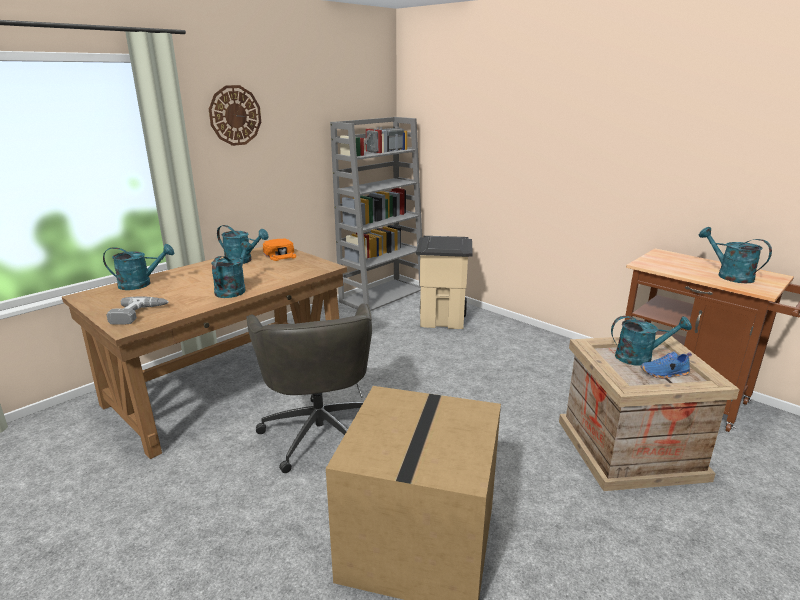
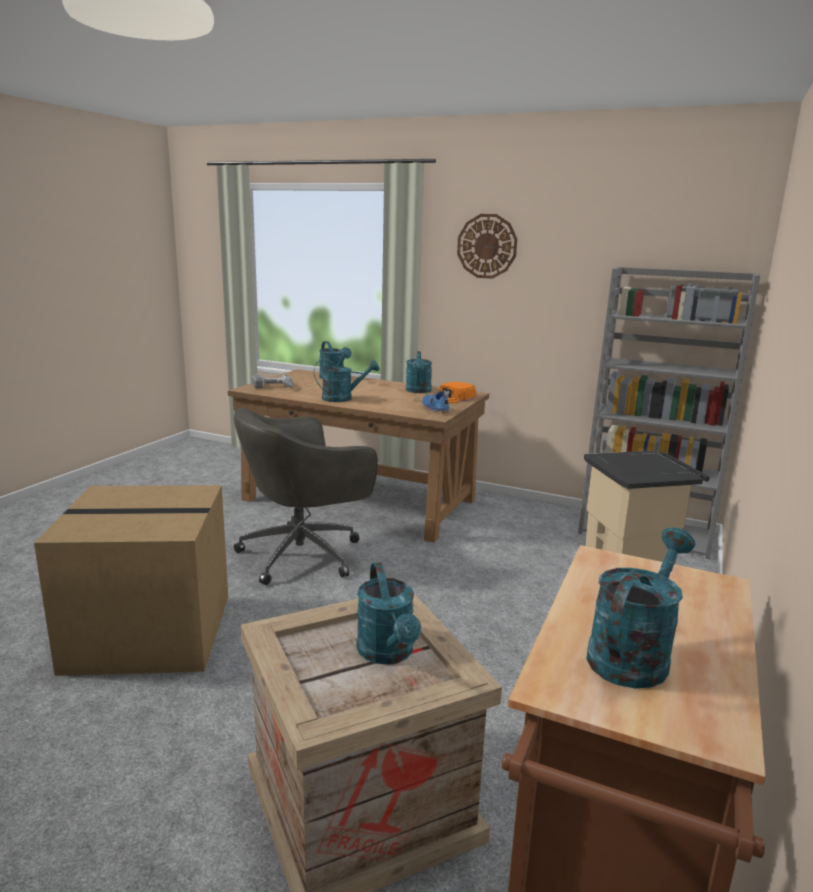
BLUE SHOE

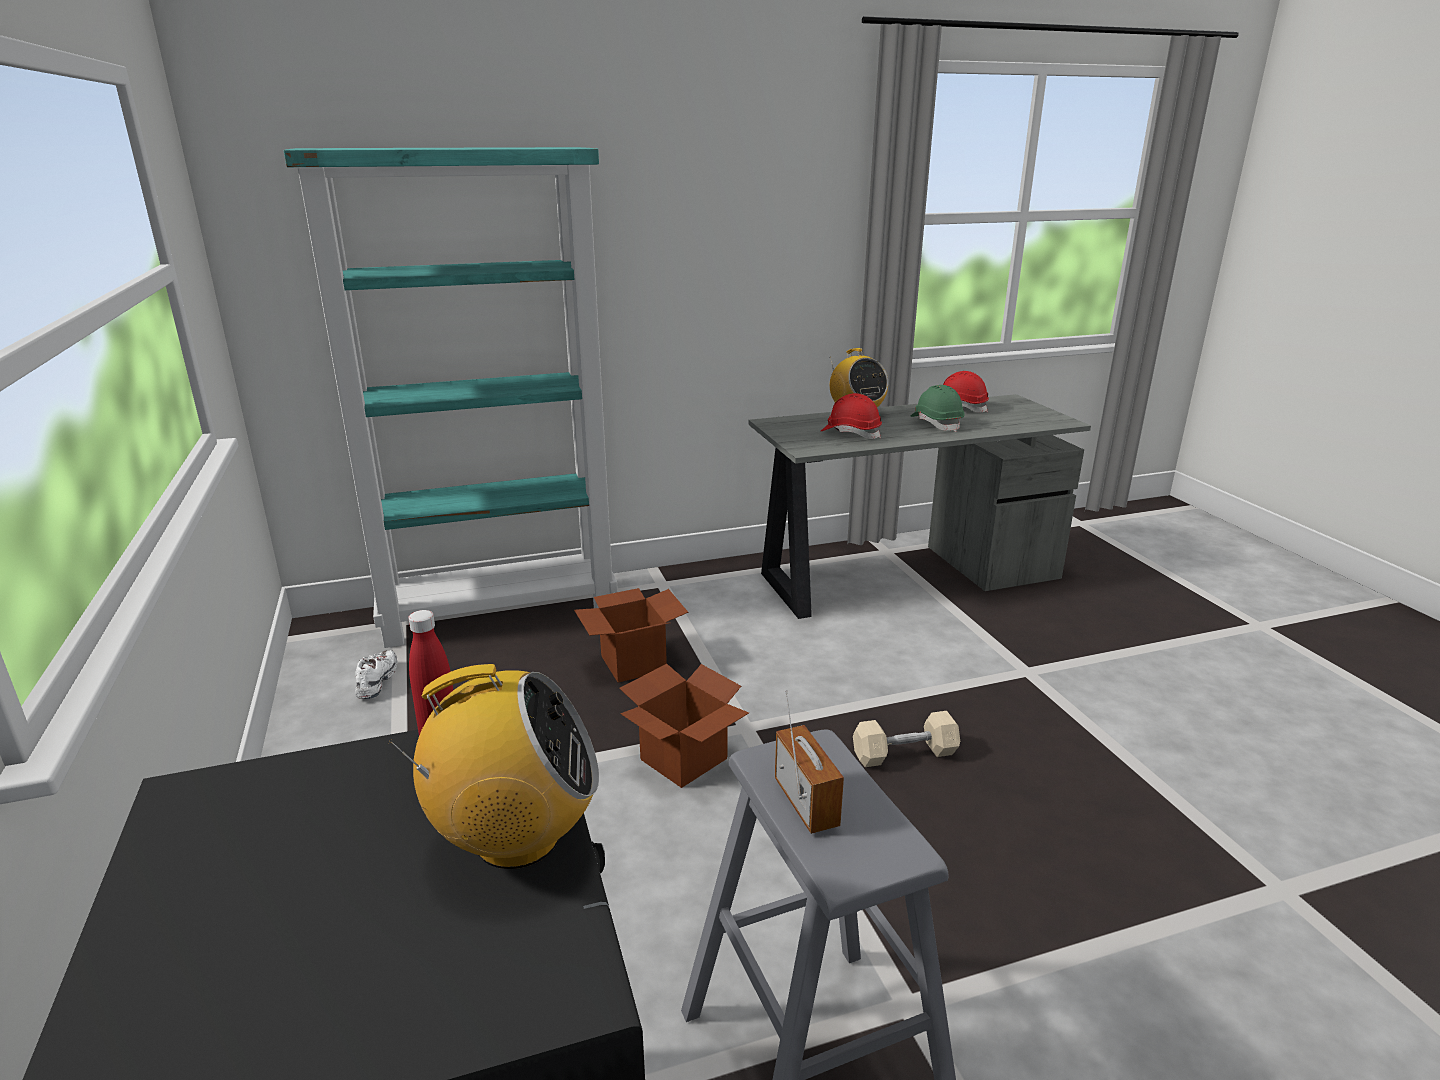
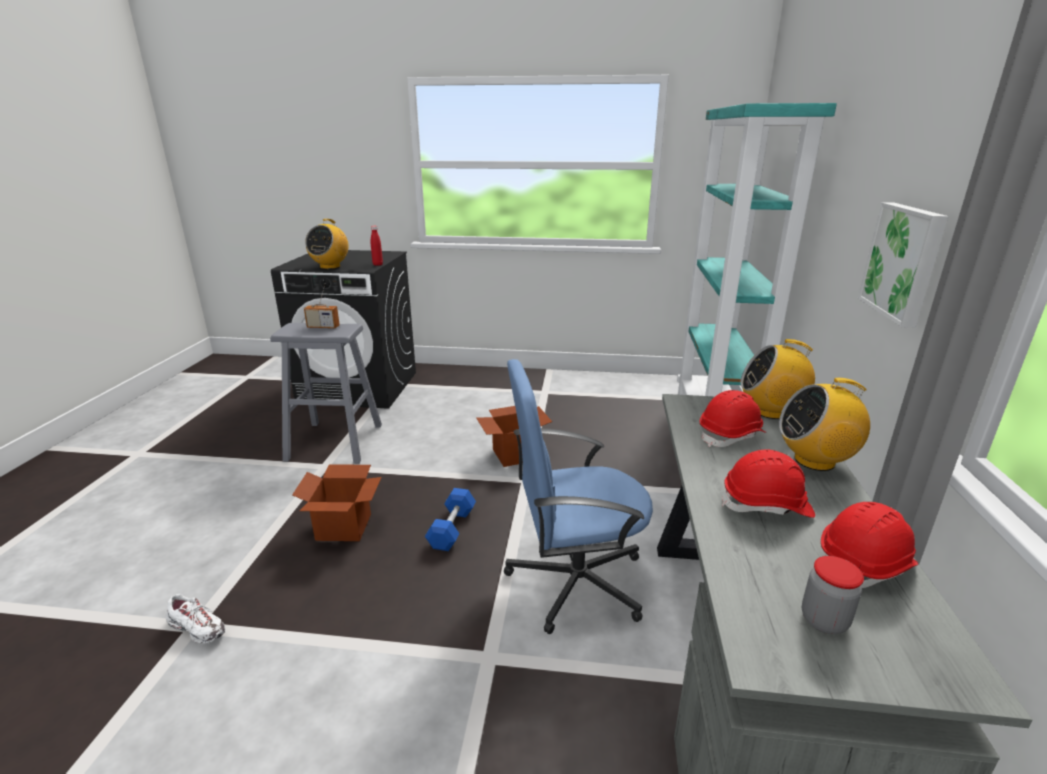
WHITE SHOE
CARDBOARD BOX (1st from left)
BLUE DUMBBELL
BLUE OFFICE CHAIR
RED HARD HAT (2nd from left)
RADIO (3rd from left)
JAR
PICTURE

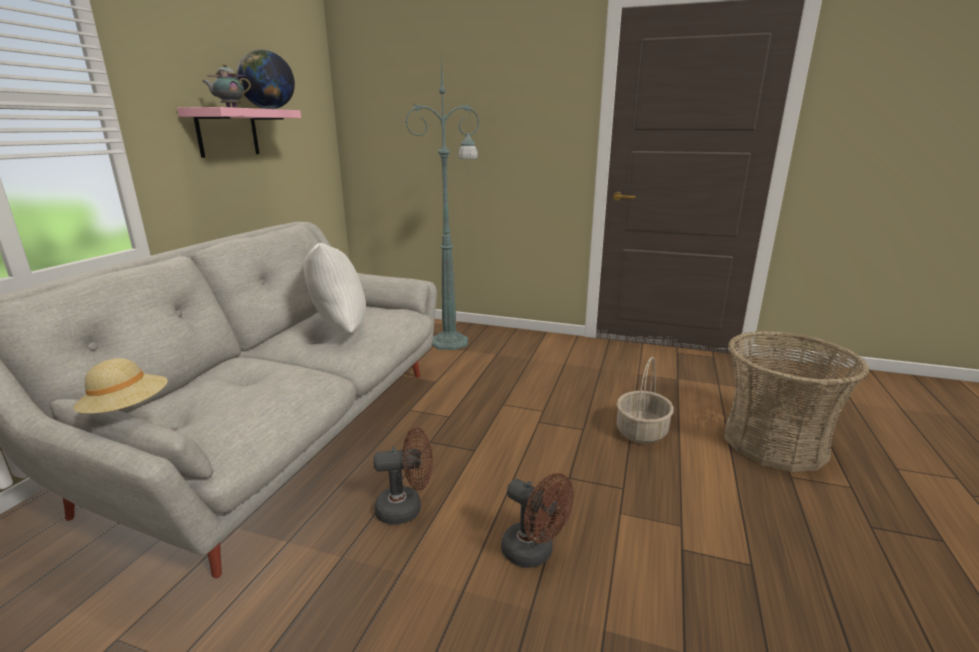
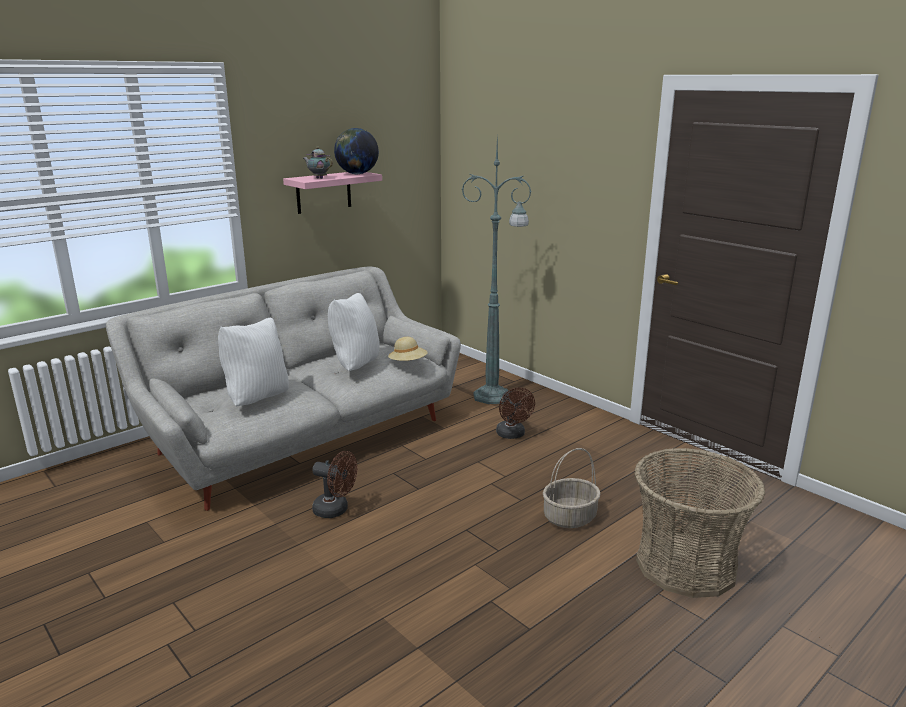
WHITE PILLOW (1st from left)
BEIGE HAT
BROWN FAN (2nd from left)

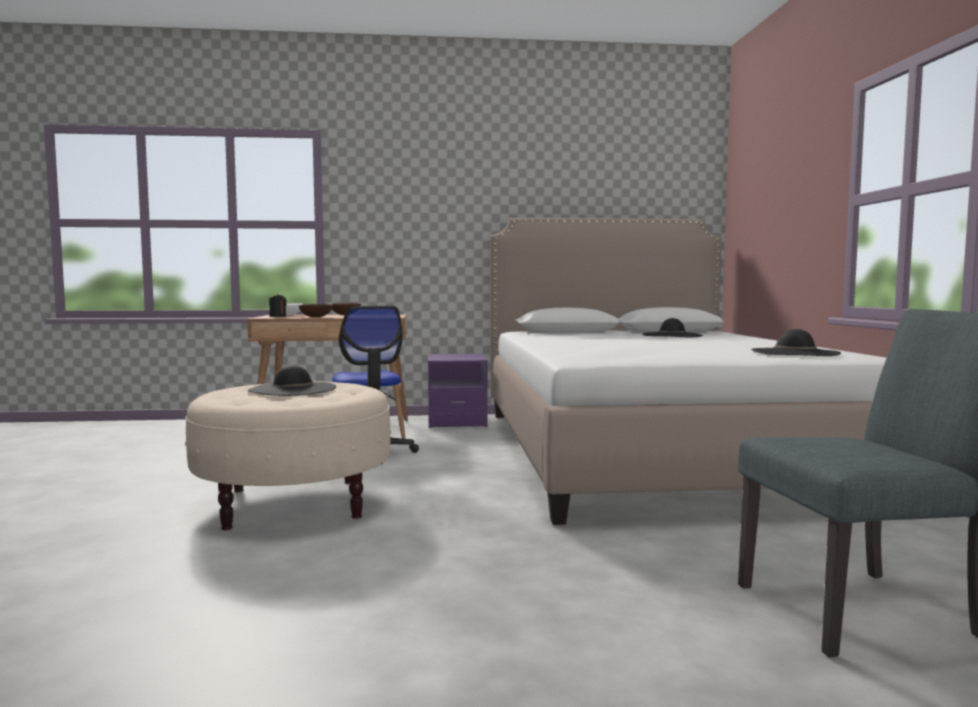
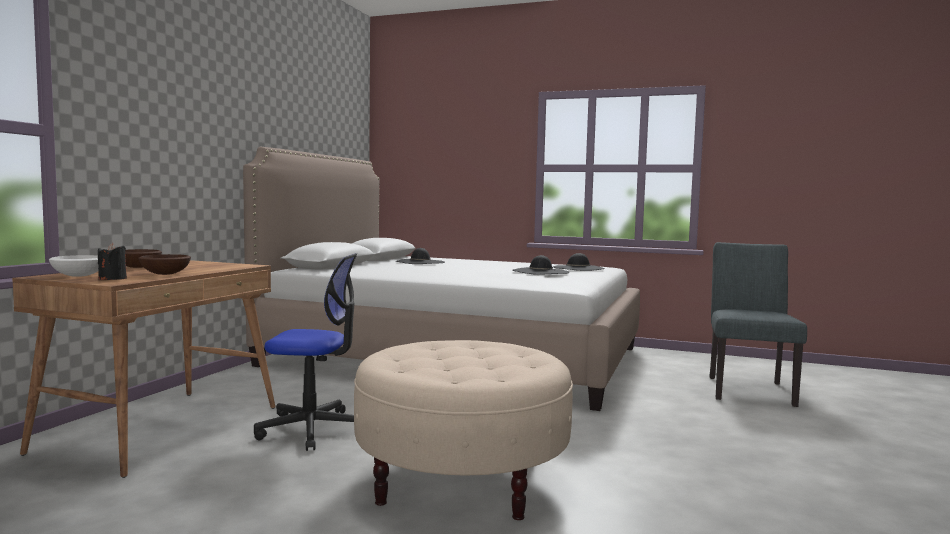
BLACK HAT (2nd from left)
PURPLE NIGHTSTAND

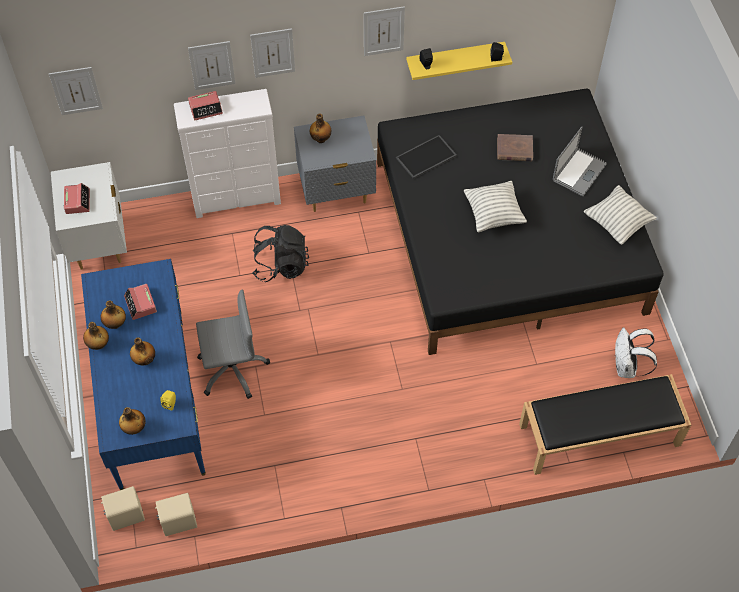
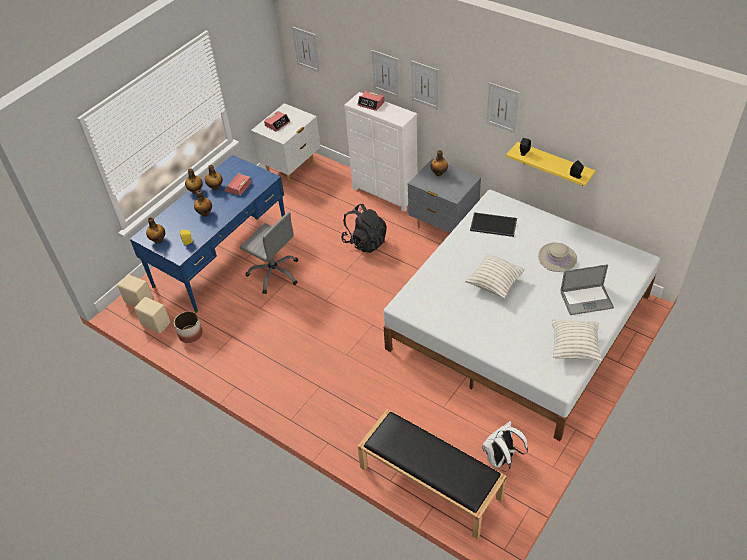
PLANTER
WHITE BED
BEIGE HAT

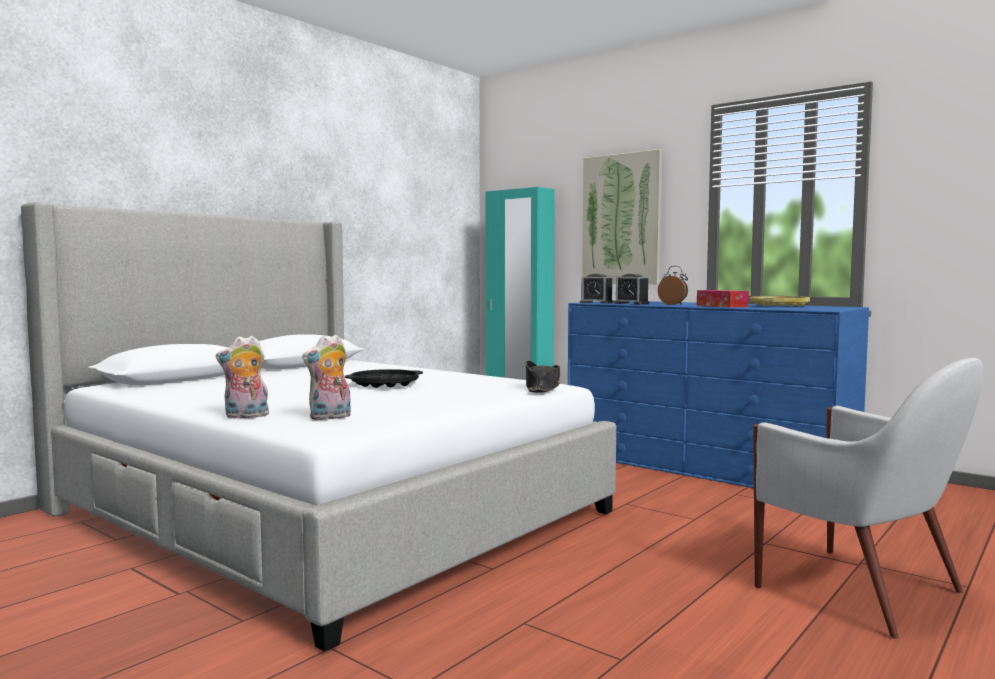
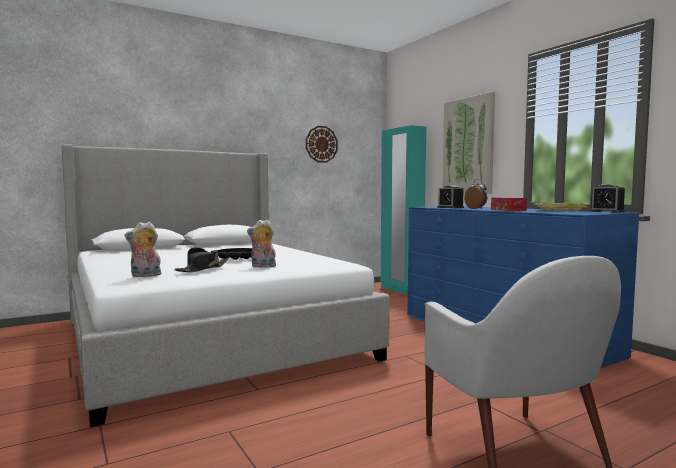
BLACK HAT
PLUSH TOY (2nd from left)
WALL CLOCK
ALARM CLOCK (3rd from left)

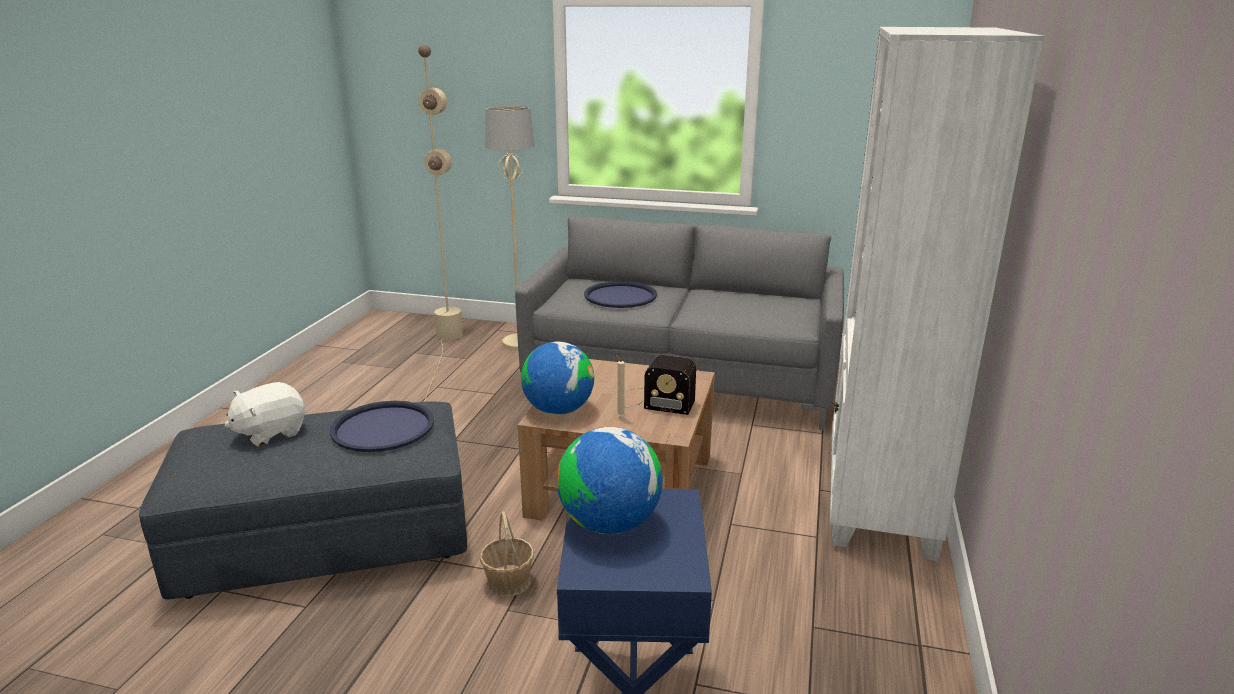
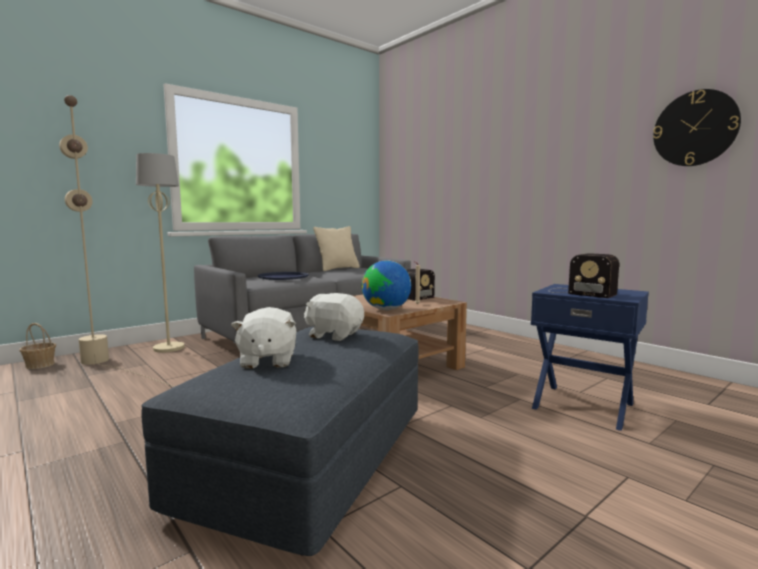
BASKET
WHITE PLUSH TOY (2nd from left)
BEIGE PILLOW
RADIO (2nd from left)
WALL CLOCK
WHITE BOOKCASE

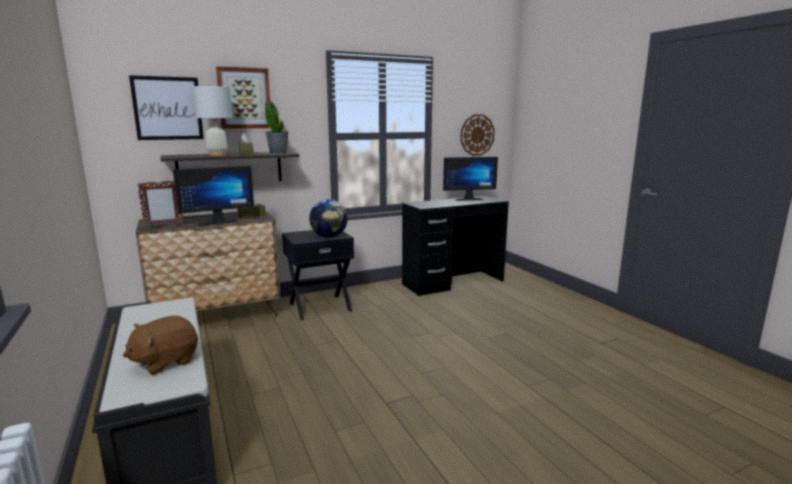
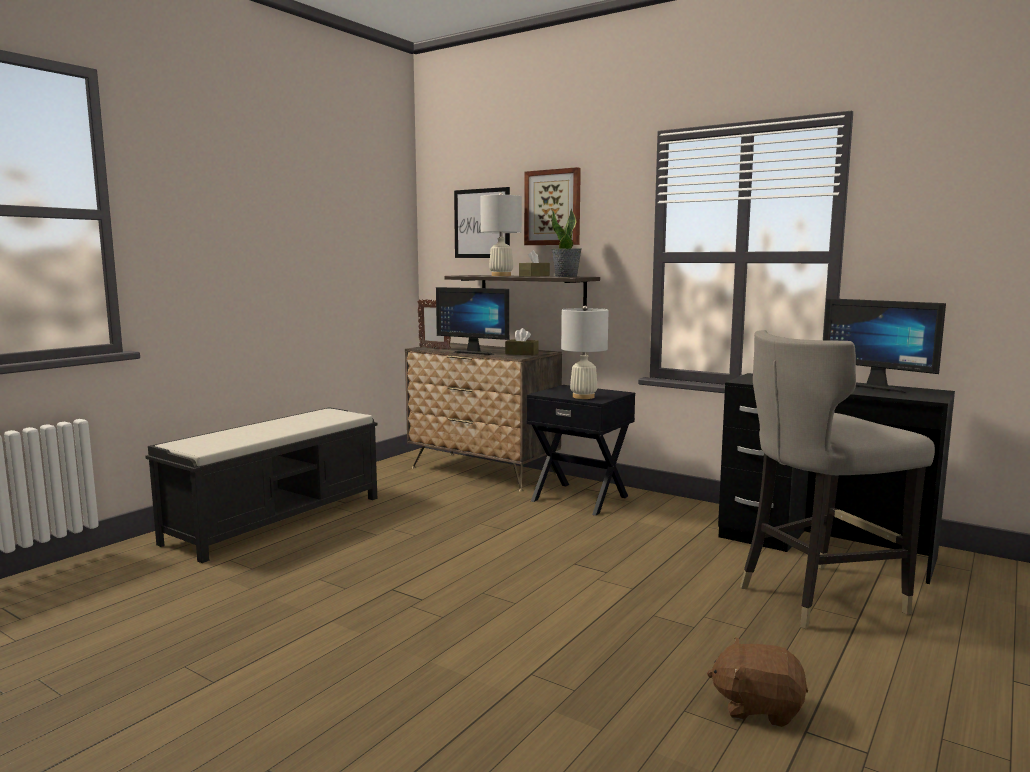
WHITE TABLE LAMP (2nd from left)
BROWN PLUSH TOY
GREY STOOL
WALL CLOCK

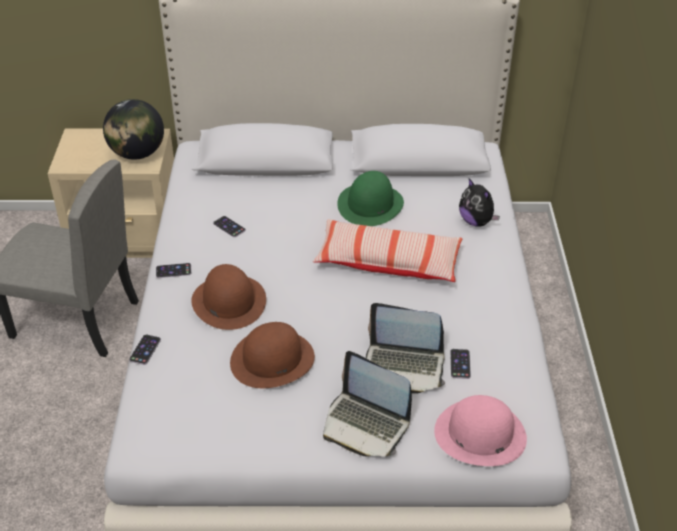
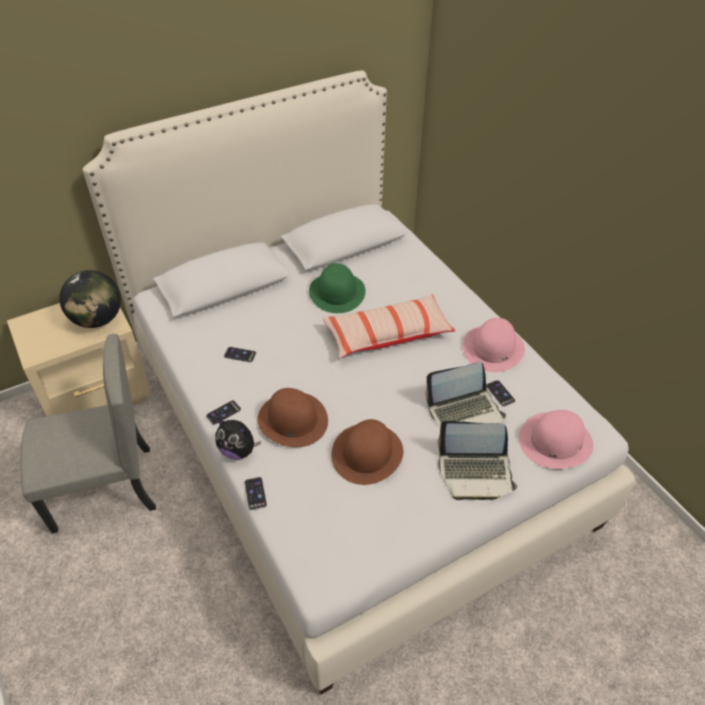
PLUSH TOY
PINK HAT (1st from left)

